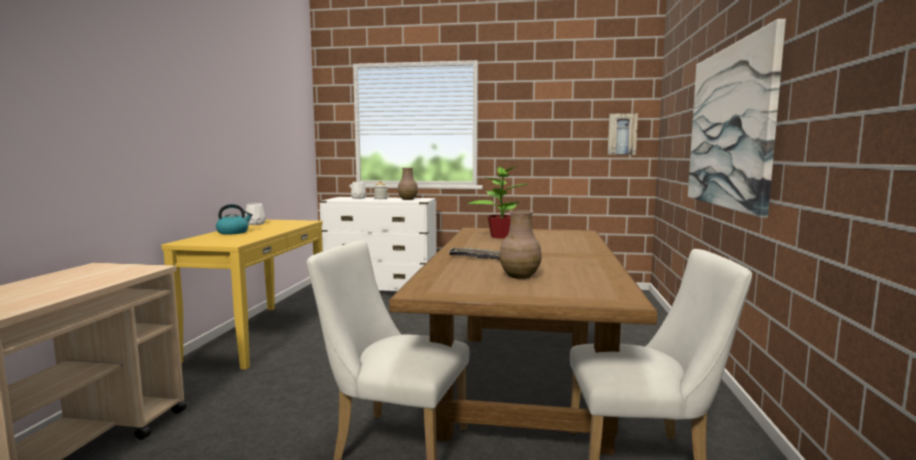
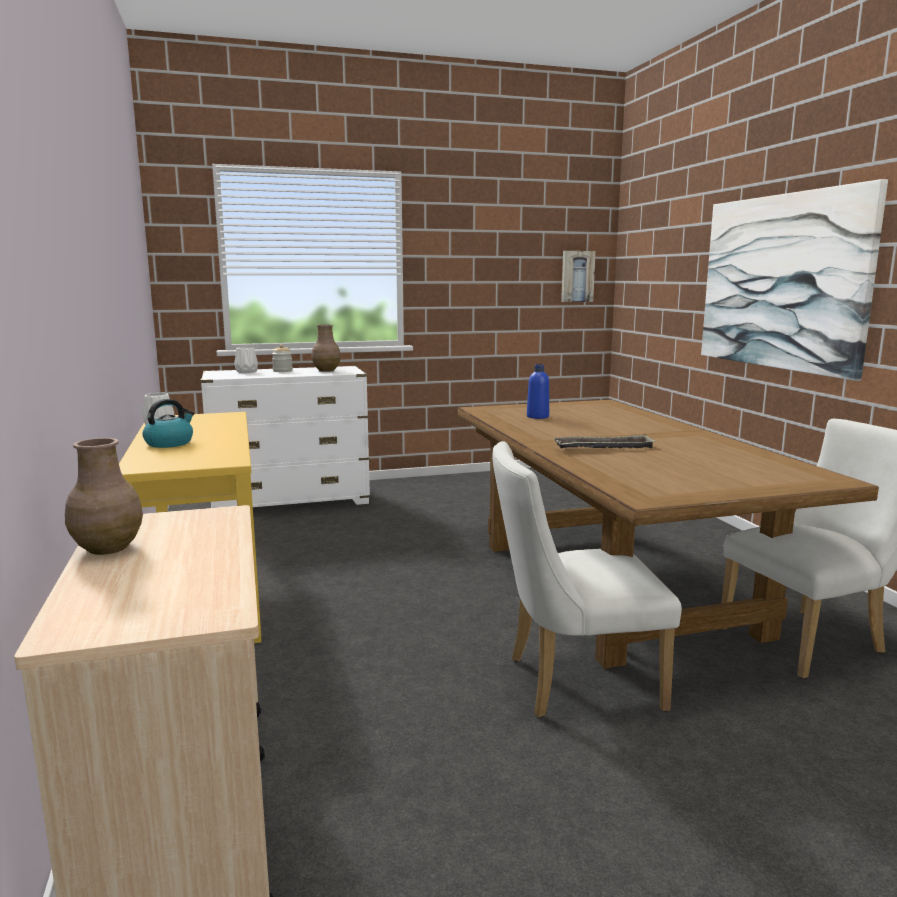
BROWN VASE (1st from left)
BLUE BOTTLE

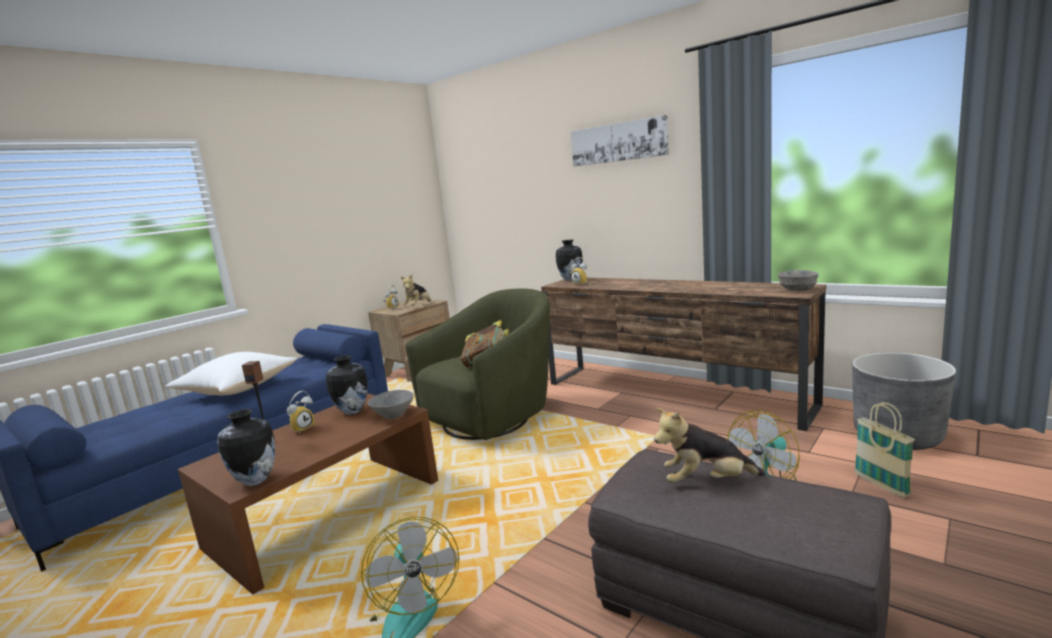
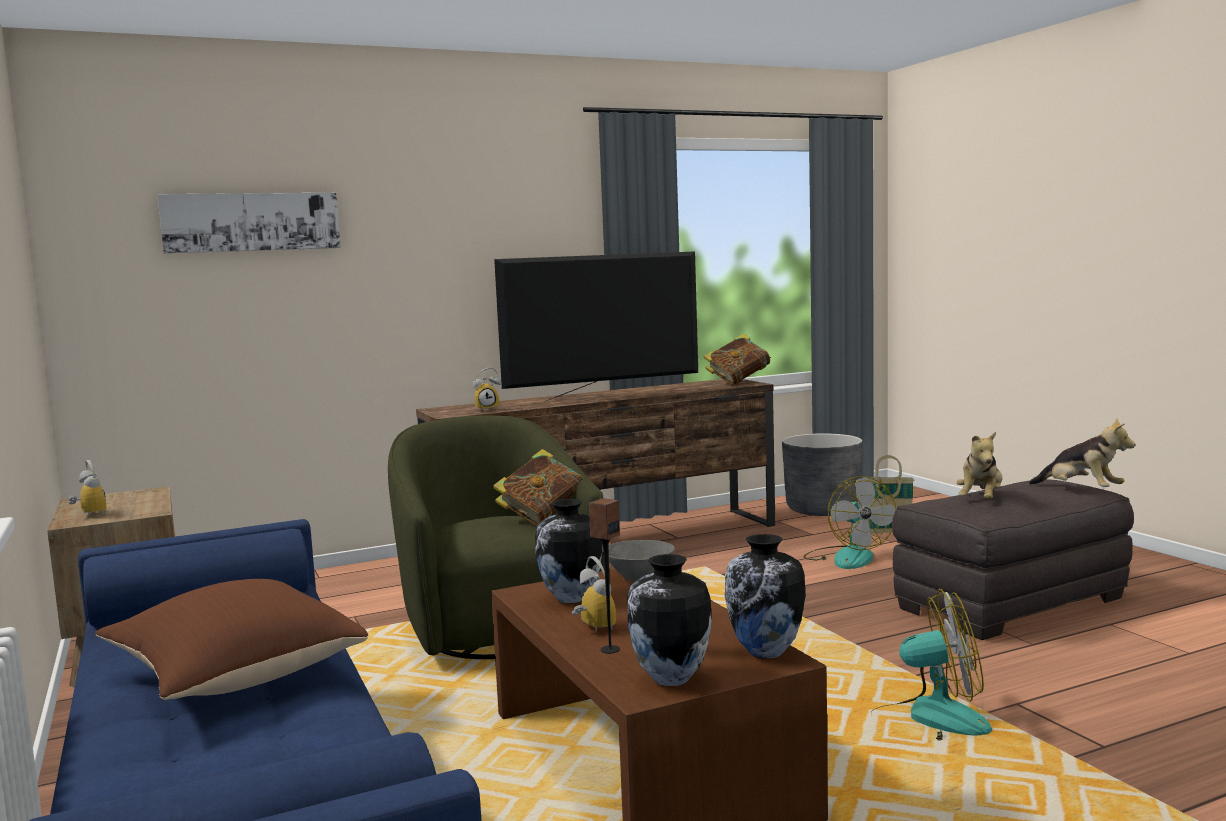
BROWN PILLOW
PICTURE
TELEVISION
VASE (2nd from left)
BOOK (2nd from left)
PLUSH TOY (2nd from left)

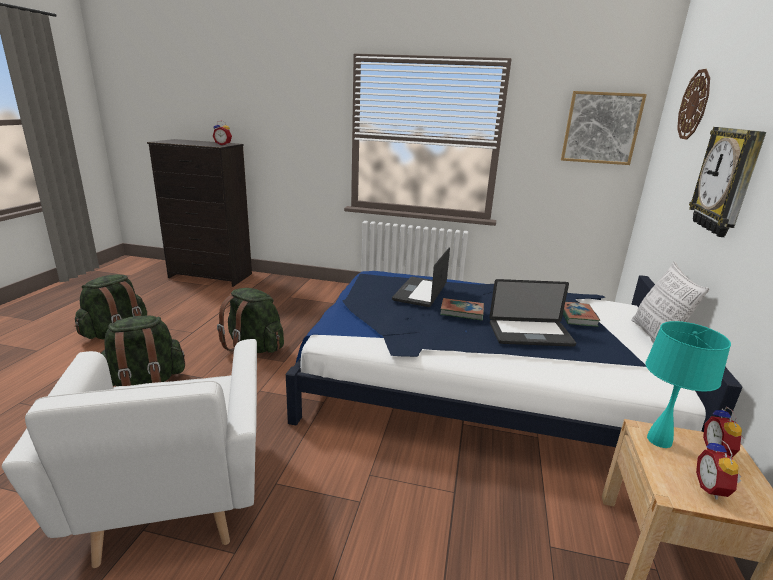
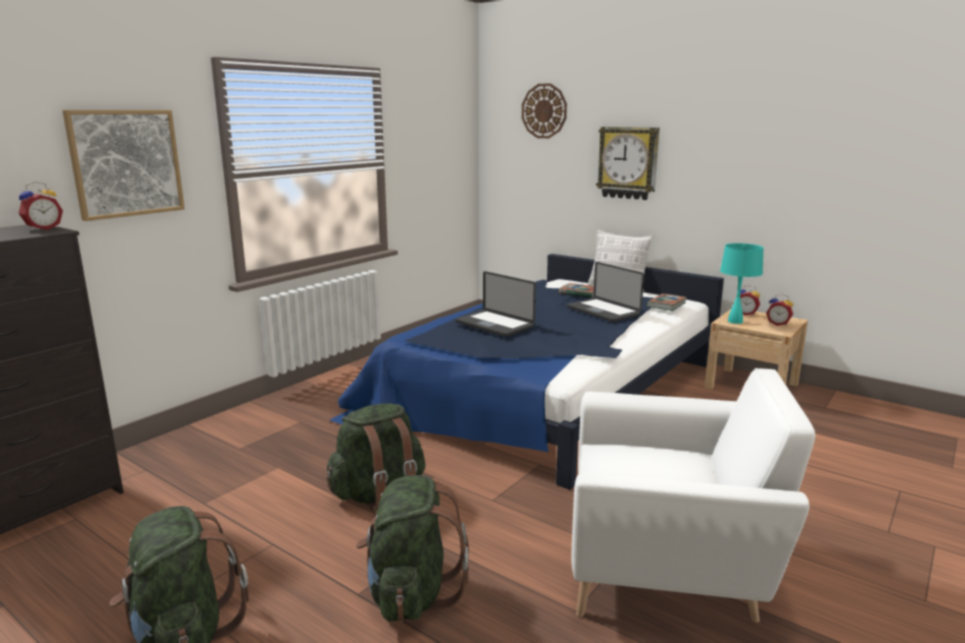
PICTURE
LAPTOP (2nd from left)
BOOK (2nd from left)

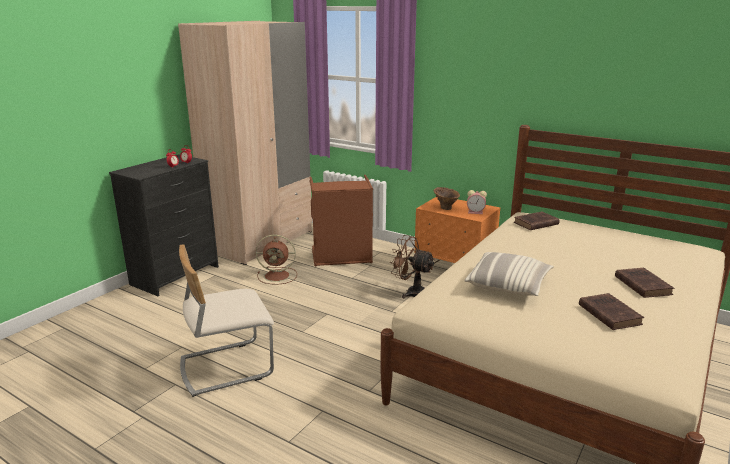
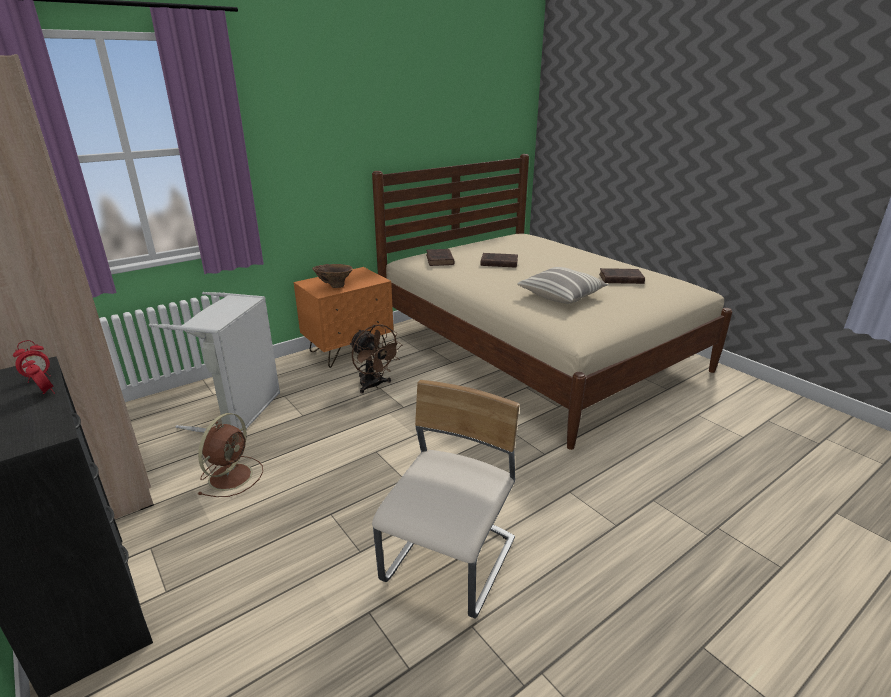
GREY LAUNDRY BASKET
BROWN FAN (2nd from left)
BEIGE CHAIR
BROWN BOOK (2nd from left)
ALARM CLOCK (3rd from left in the first image)

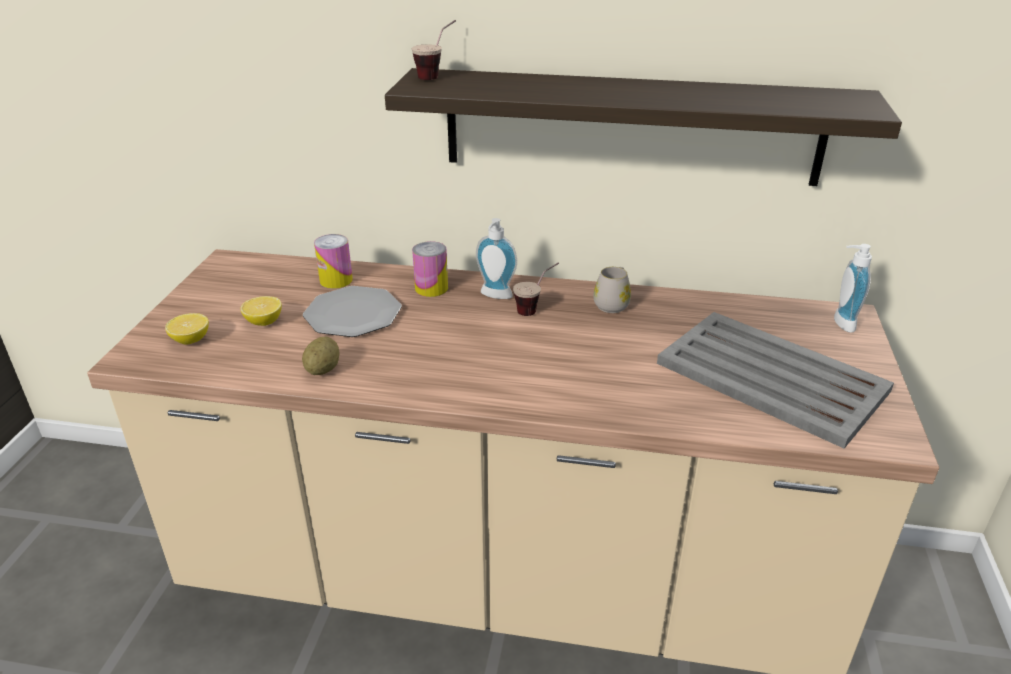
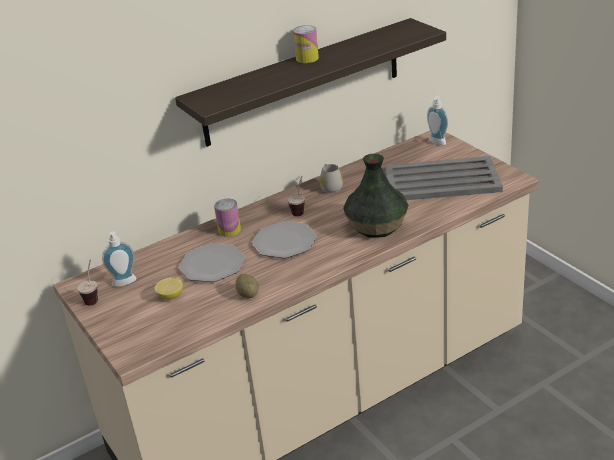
CUP (1st from left)
SOAP DISPENSER (1st from left)
PLATE (2nd from left)
CAN (2nd from left)
VASE
LEMON (1st from left in the first image)

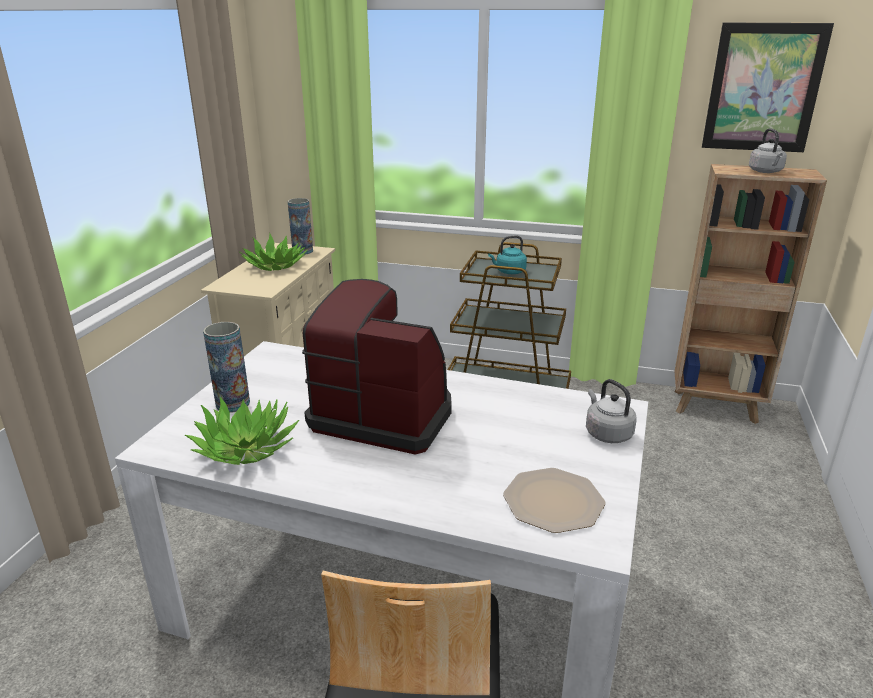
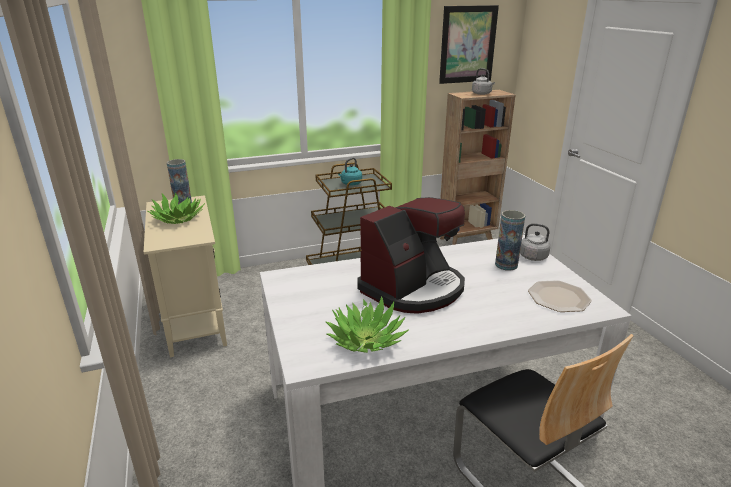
COFFEE MACHINE
VASE (2nd from left)

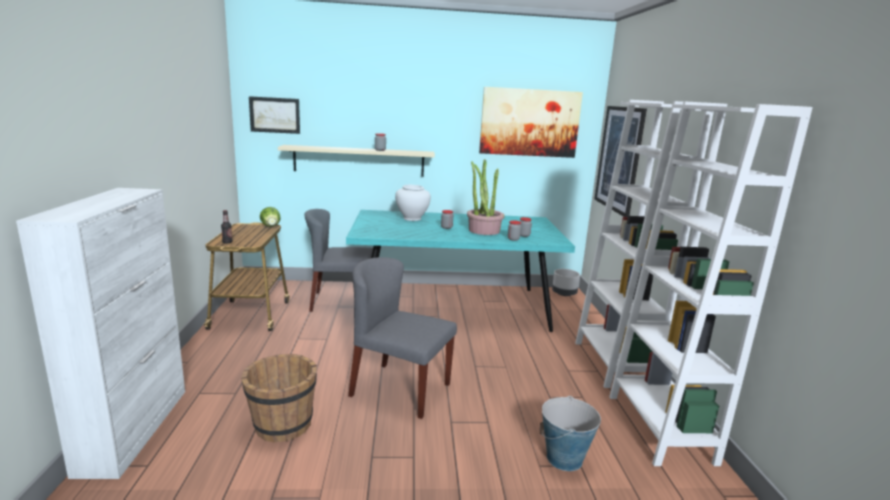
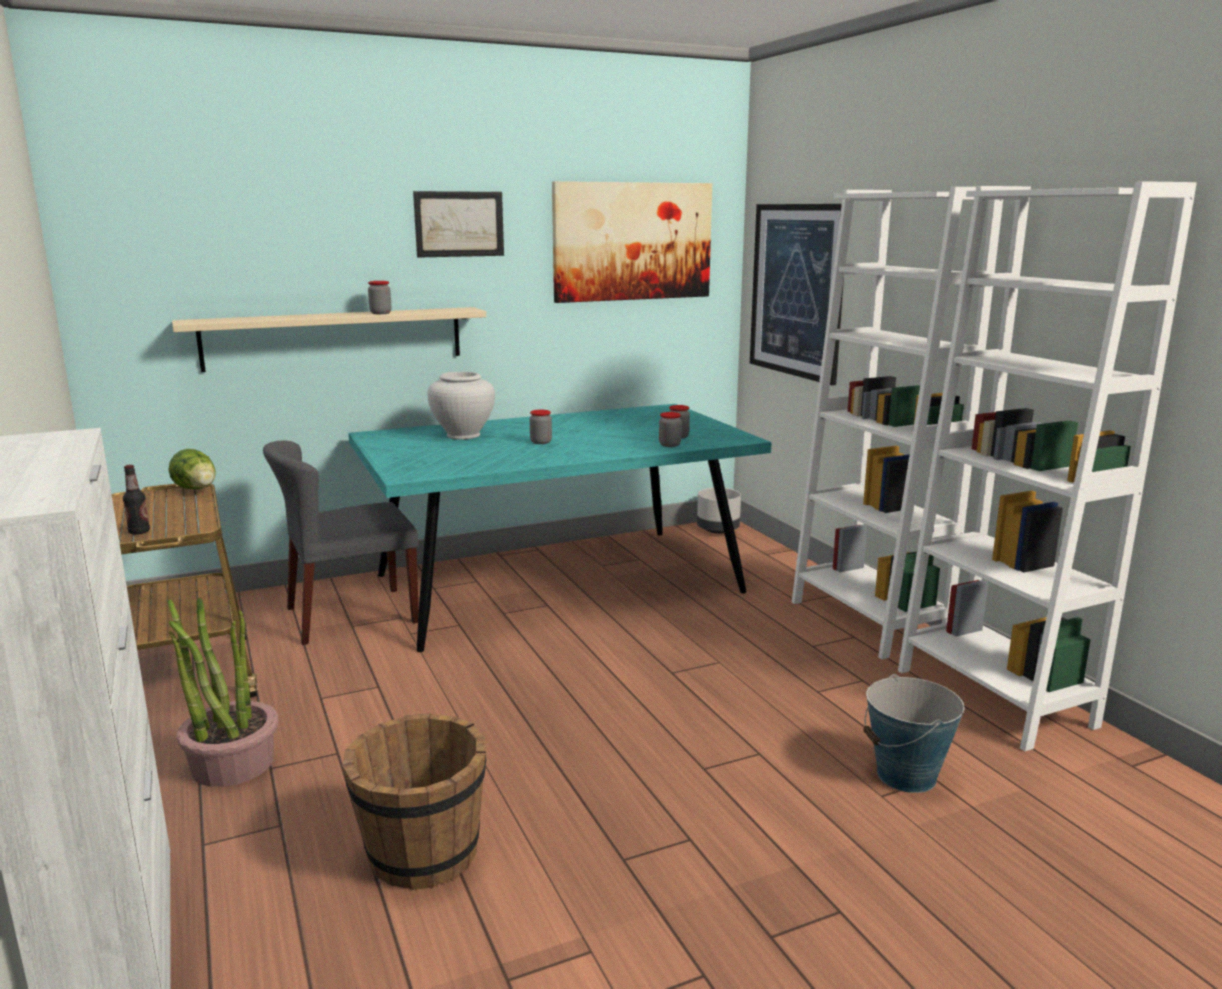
POTTED PLANT
PICTURE (1st from left)
GREY CHAIR (2nd from left in the first image)

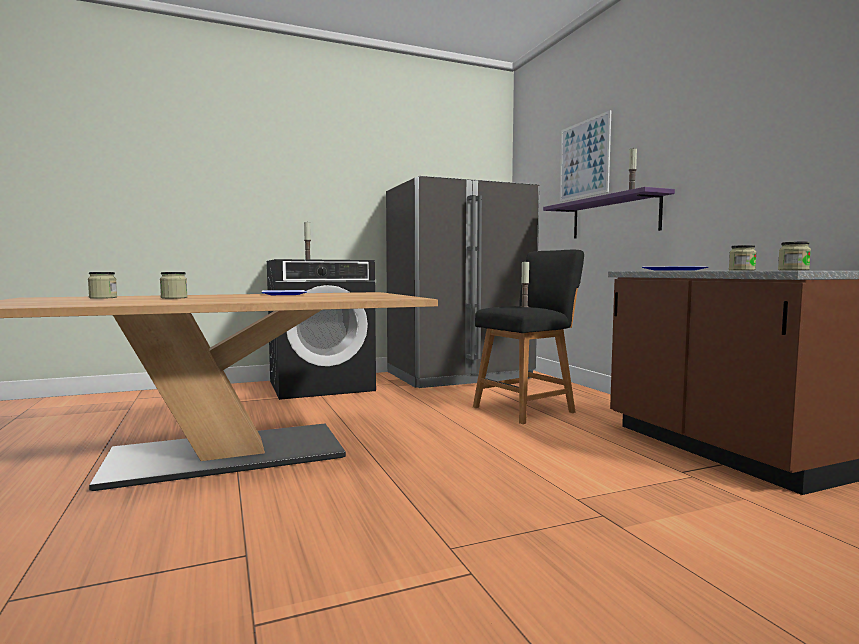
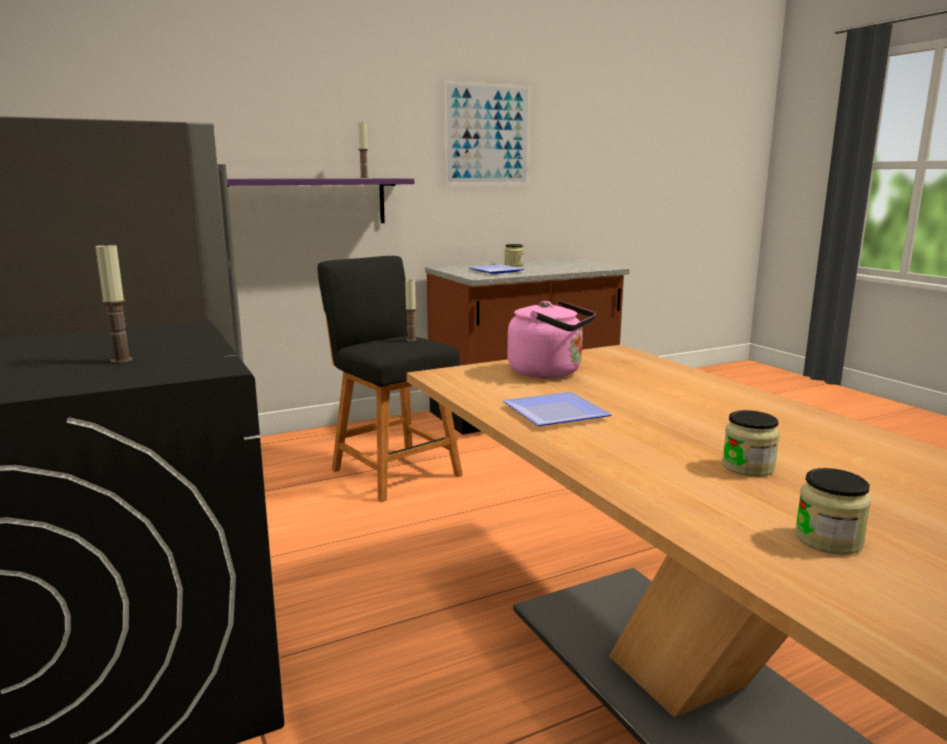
PICTURE
PINK KETTLE
JAR (4th from left in the first image)

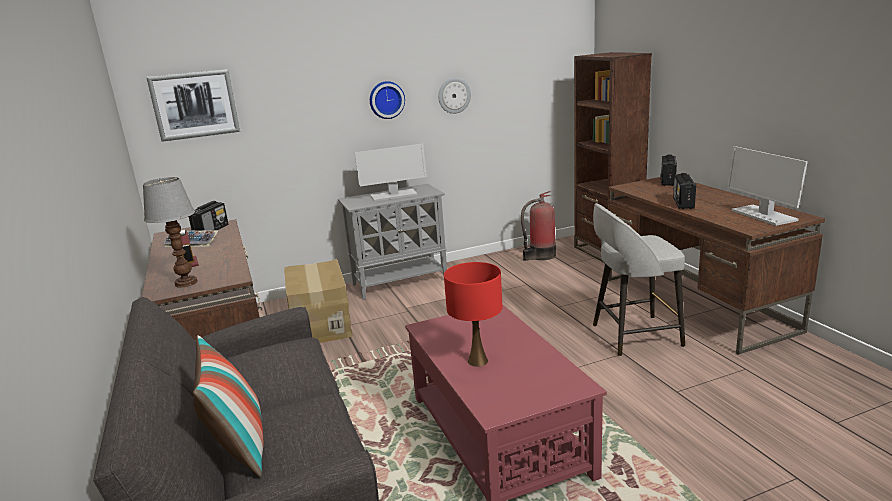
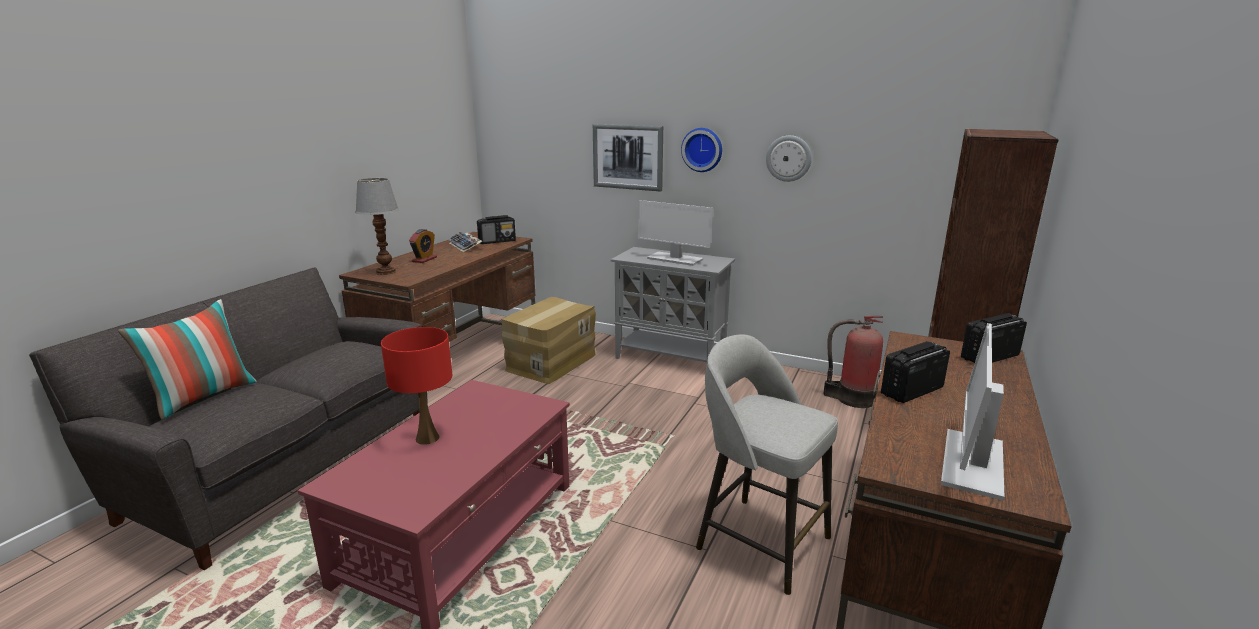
PICTURE

